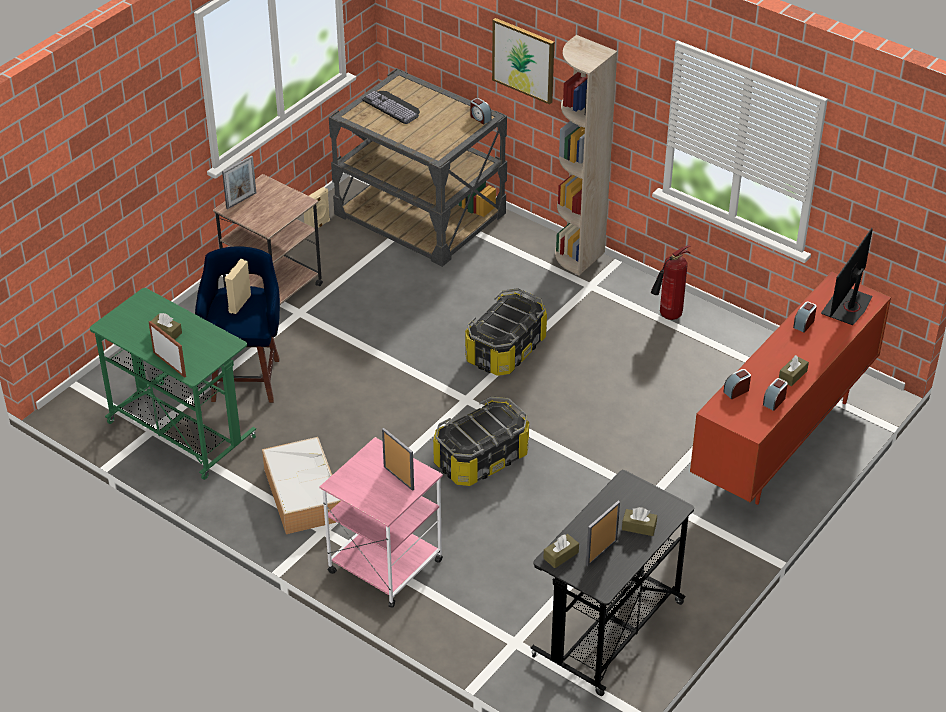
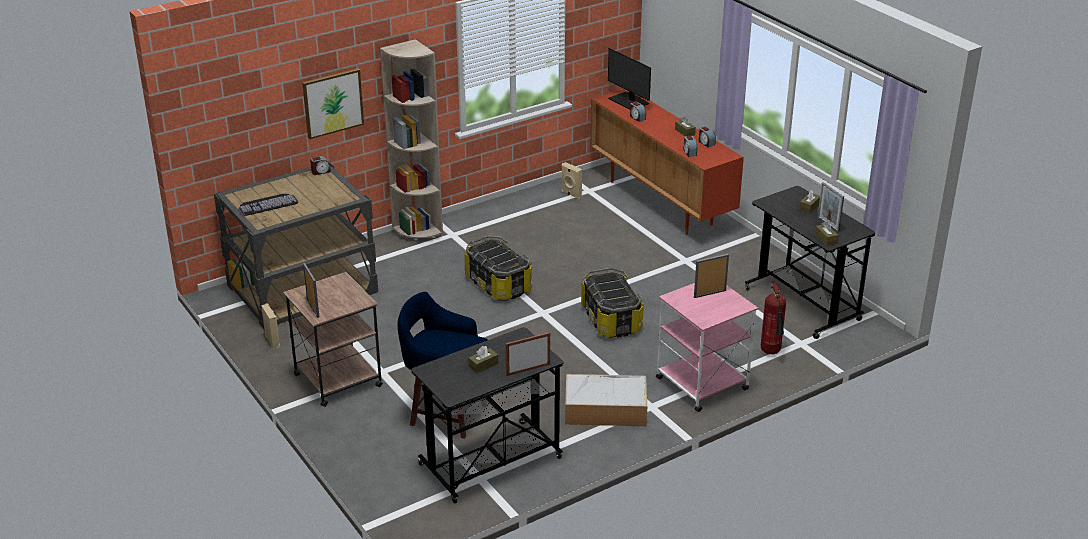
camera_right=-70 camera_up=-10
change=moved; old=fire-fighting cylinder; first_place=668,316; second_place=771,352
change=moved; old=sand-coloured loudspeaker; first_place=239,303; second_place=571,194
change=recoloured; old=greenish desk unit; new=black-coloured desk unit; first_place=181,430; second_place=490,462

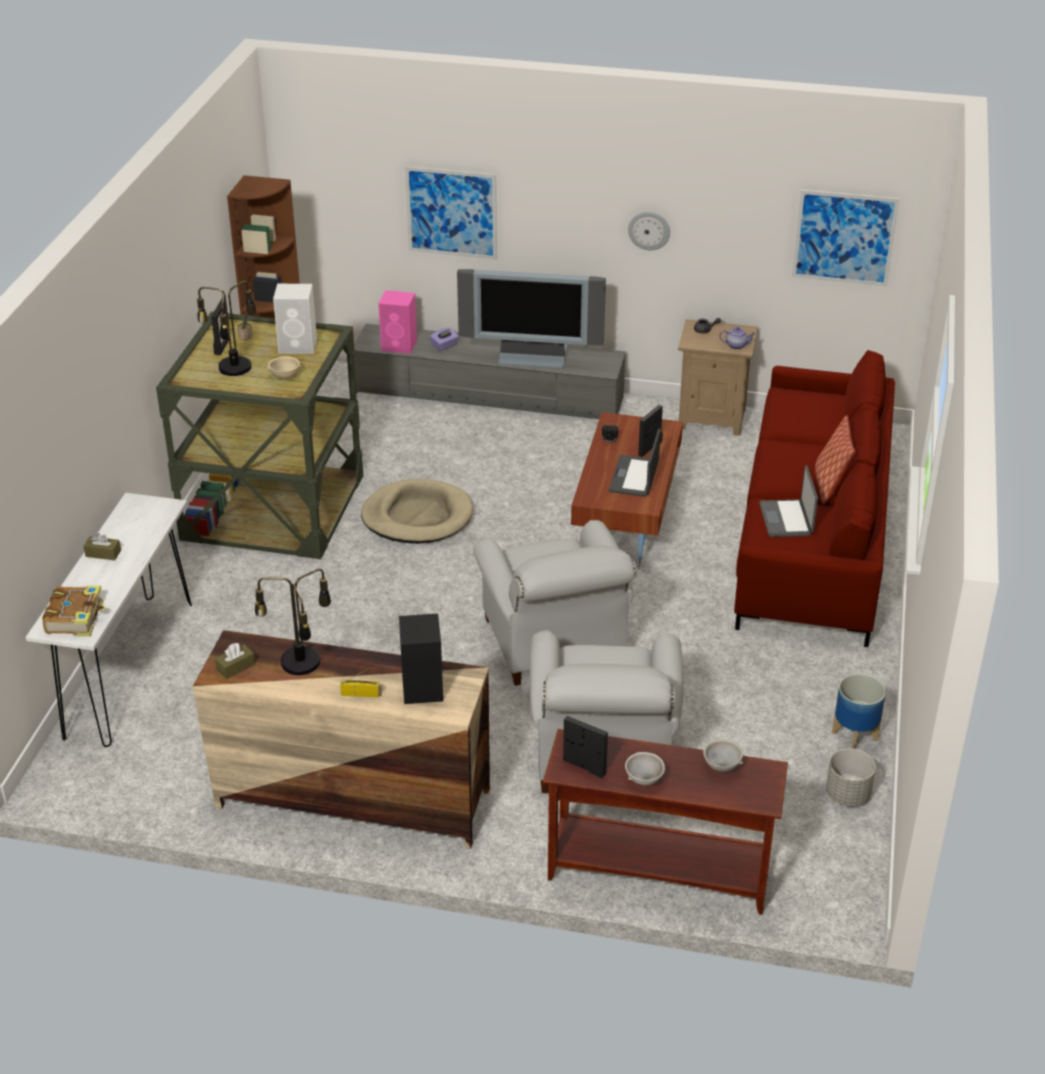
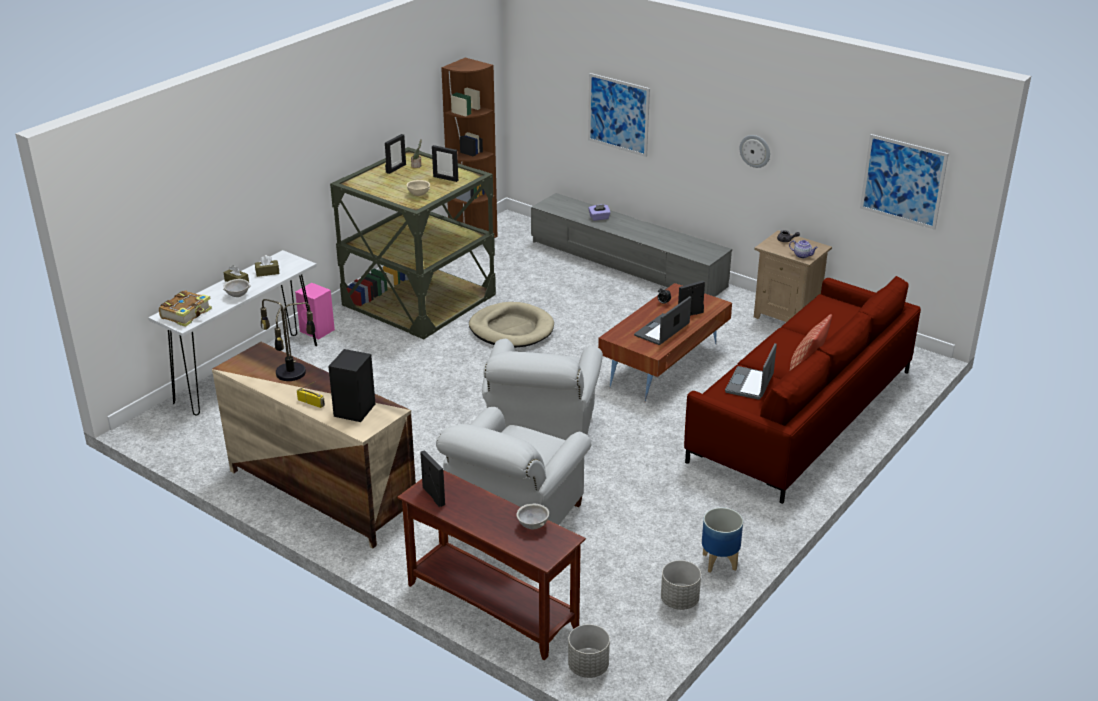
camera_right=25 camera_up=-5
change=removed; old=television; first_place=533,358
change=removed; old=tabletop lamp; first_place=234,367
change=replaced; old=whitish loudspeaker; new=standing frame; first_place=299,345; second_place=446,178
change=moved; old=pinkish loudspeaker; first_place=400,345; second_place=317,331
change=moved; old=brown tissue box; first_place=236,667; second_place=267,272
change=moved; old=greyish deep dish; first_place=644,780; second_place=238,295
change=added; new=greyish planter; second_place=588,667

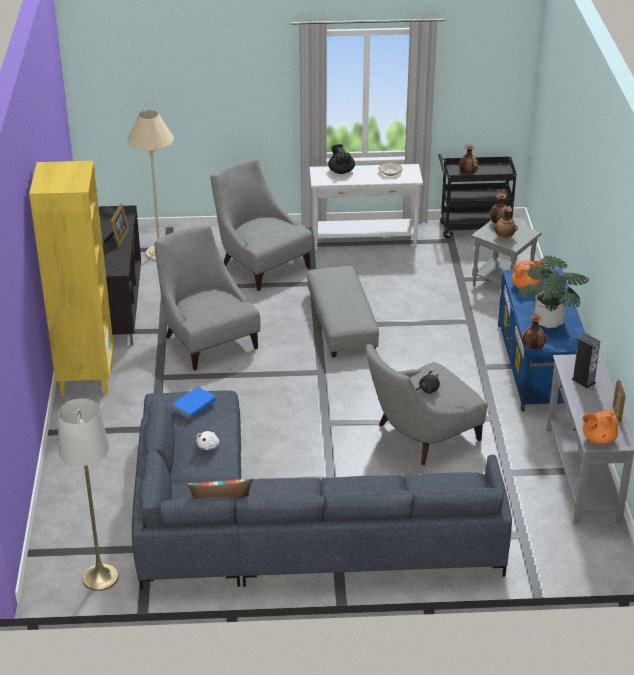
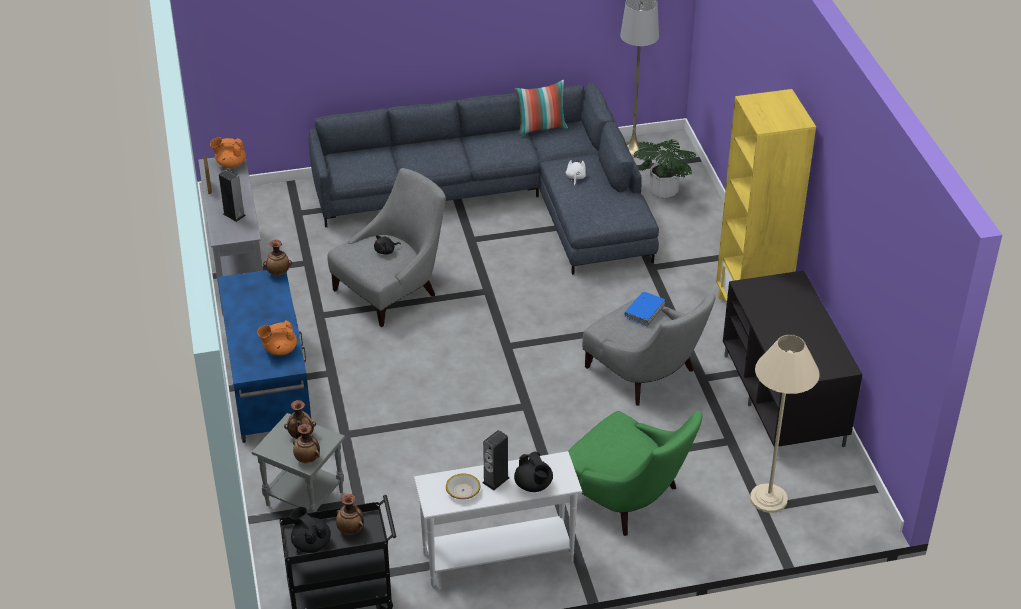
camera_right=170 camera_up=5
change=recoloured; old=greyish armchair; new=greenish armchair; first_place=260,263; second_place=628,498
change=removed; old=standing frame; first_place=118,238
change=moved; old=potted plant; first_place=548,321; second_place=663,191
change=removed; old=greyish footrest; first_place=341,322
change=moved; old=bluish book; first_place=194,406; second_place=644,312
change=turned; old=orange pot for tea; first_place=598,439; second_place=230,164; degrees=-150
change=added; new=loudspeaker; second_place=495,480
change=added; new=black-coloured pot for tea; second_place=311,543

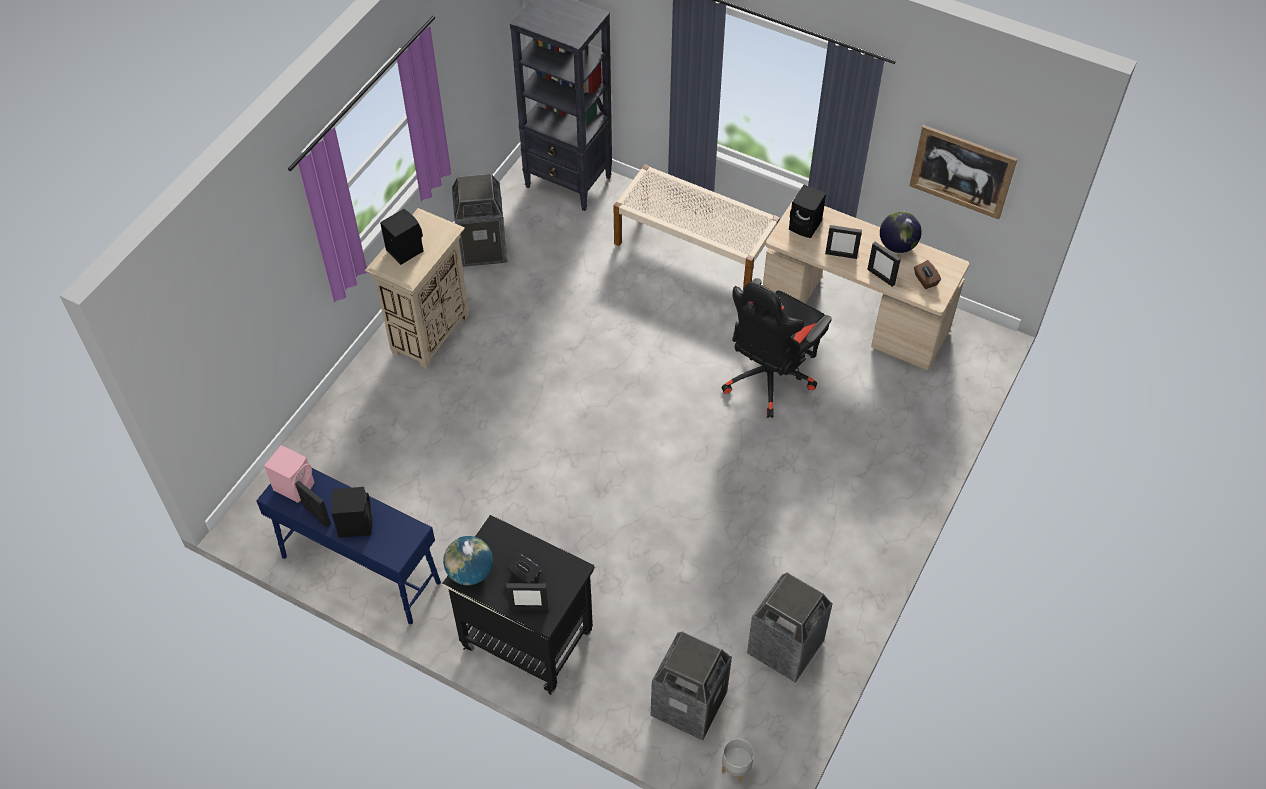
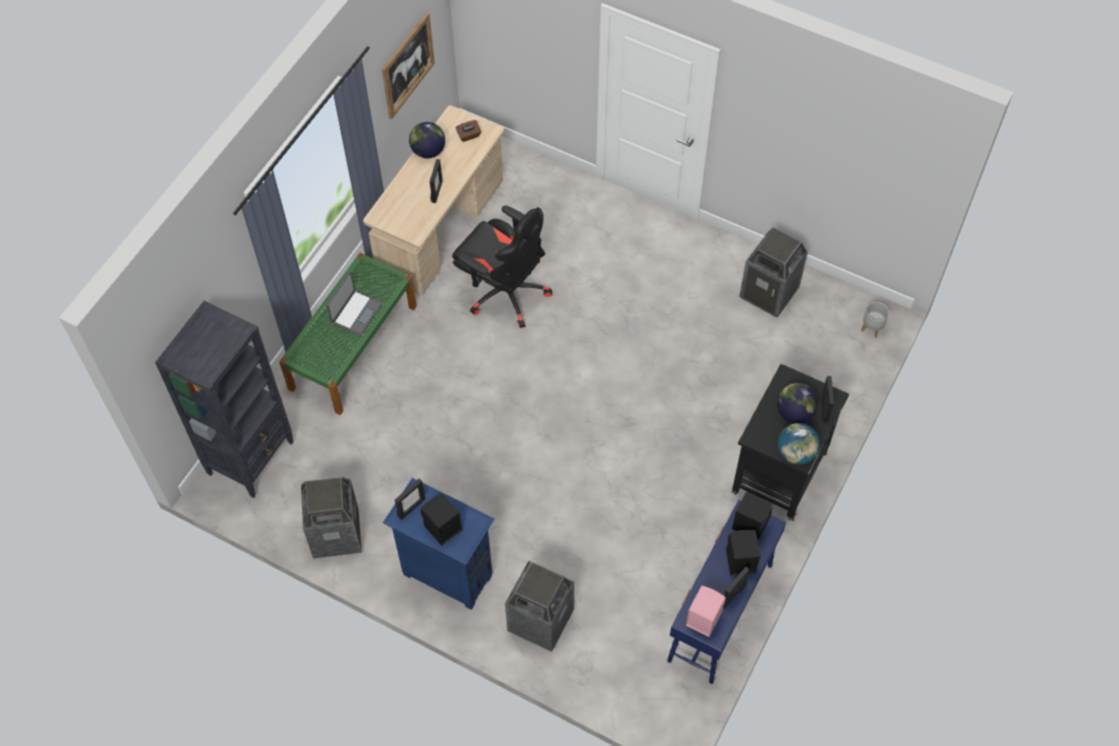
camera_right=-90 camera_up=5
change=recoloured; old=sand-coloured indoor bench; new=greenish indoor bench; first_place=694,249; second_place=352,347
change=moved; old=black-coloured loudspeaker; first_place=806,226; second_place=750,524
change=recoloured; old=sand-coloured cupboard; new=bluish cupboard; first_place=430,332; second_place=446,576
change=moved; old=standing frame; first_place=881,276; second_place=411,507
change=replaced; old=black-coloured tissue box; new=world globe; first_place=524,575; second_place=794,413
change=moved; old=rubbish bin; first_place=688,704; second_place=540,621
change=added; new=portable computer; second_place=356,313

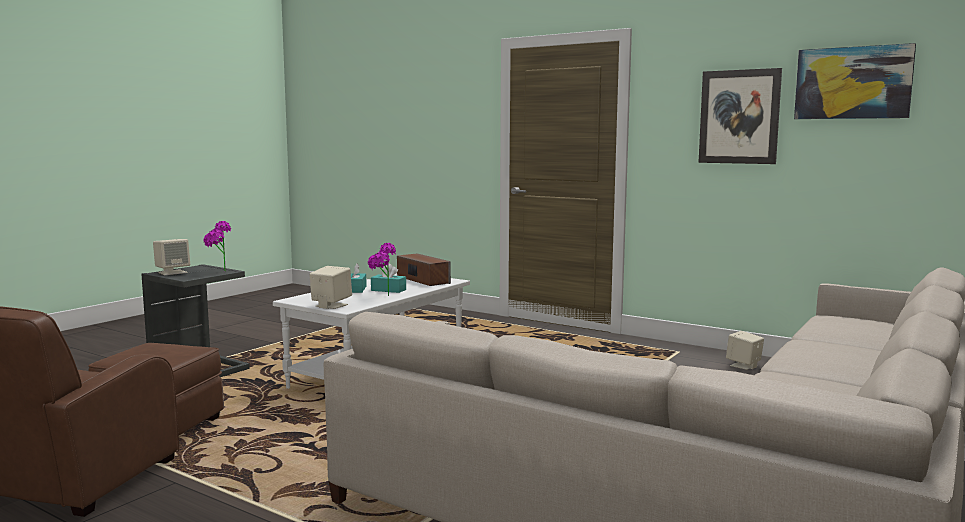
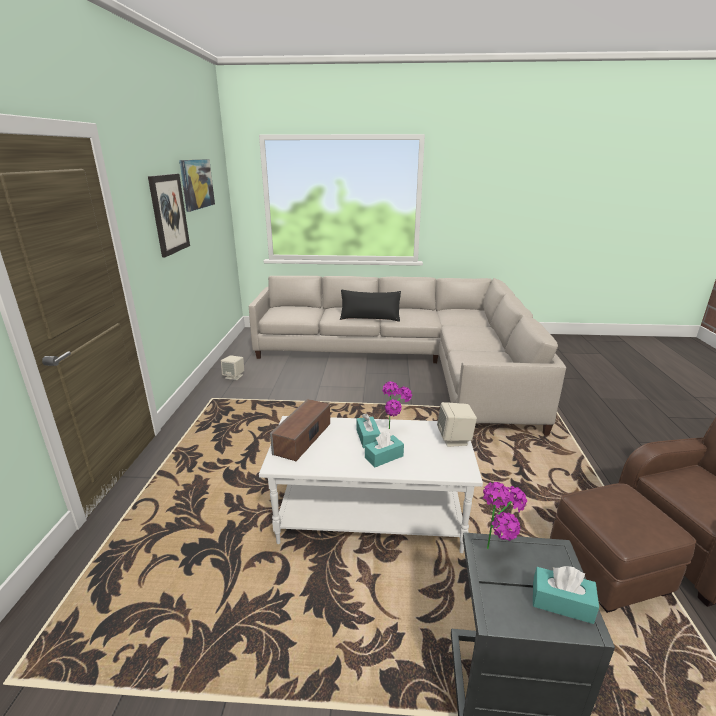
camera_right=-120 camera_up=15
change=replaced; old=sand-coloured loudspeaker; new=blue-green tissue box; first_place=172,272; second_place=562,602
change=added; new=black-coloured cushion; second_place=370,318

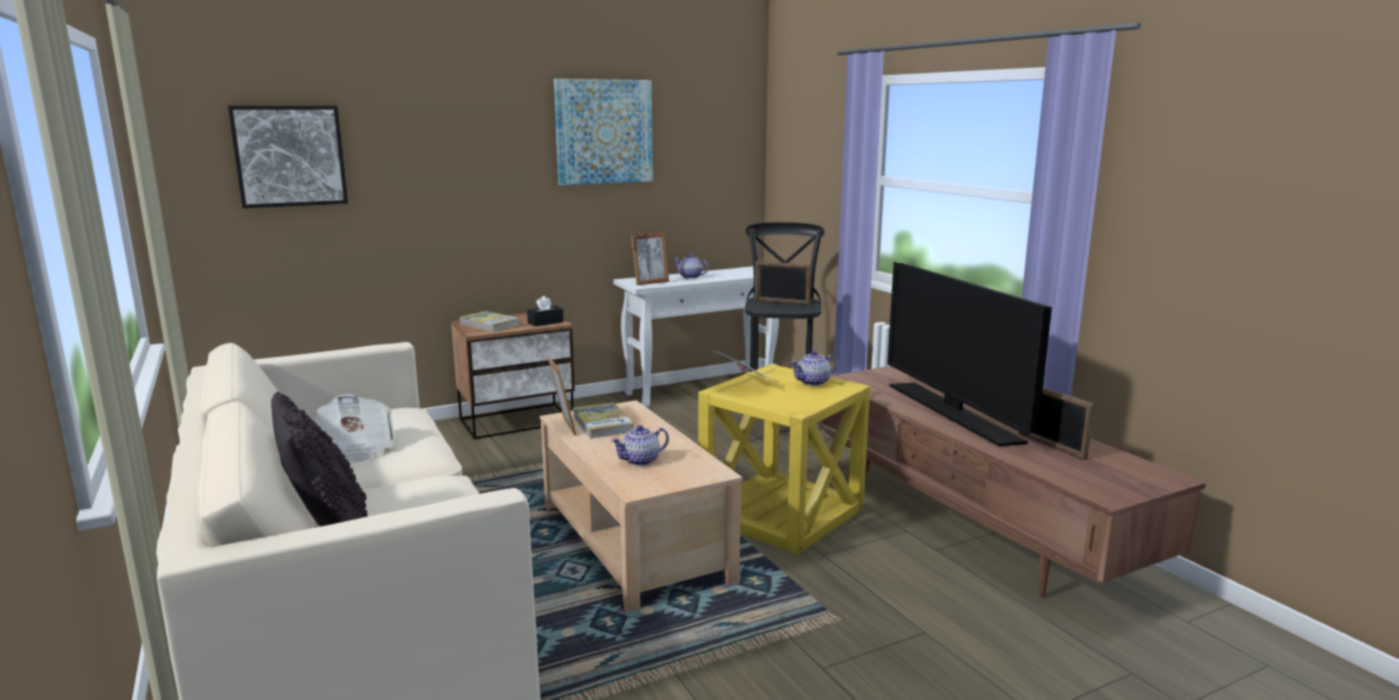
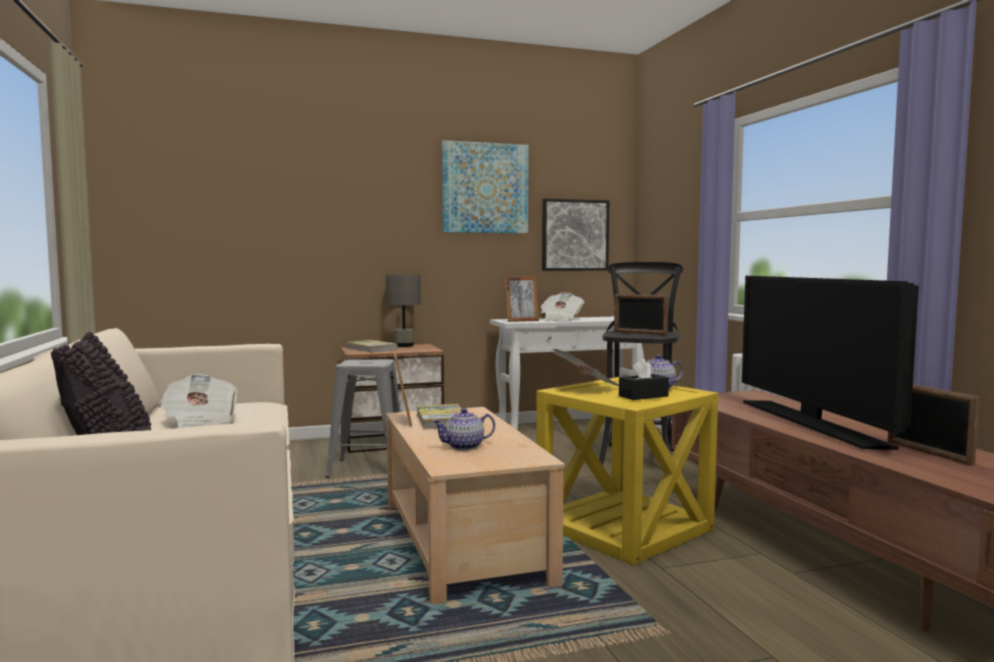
camera_right=10 camera_up=-10
change=moved; old=wall art; first_place=290,156; second_place=574,235
change=replaced; old=pot for tea; new=daily paper; first_place=690,277; second_place=560,319
change=moved; old=black-coloured tissue box; first_place=545,322; second_place=643,396
change=added; new=greyish tabletop lamp; second_place=403,345
change=added; new=greyish stool seat; second_place=367,468

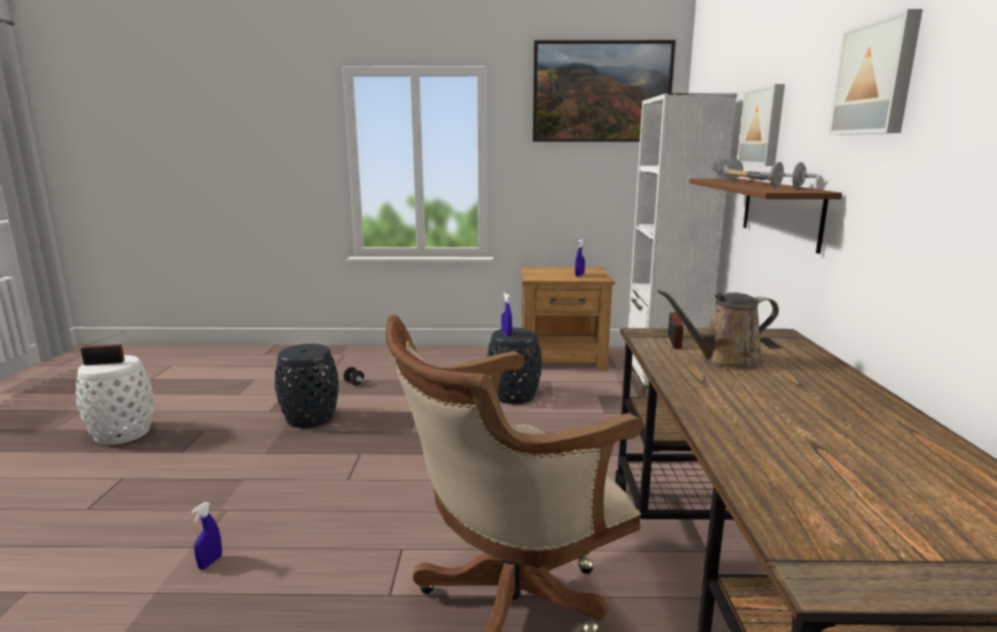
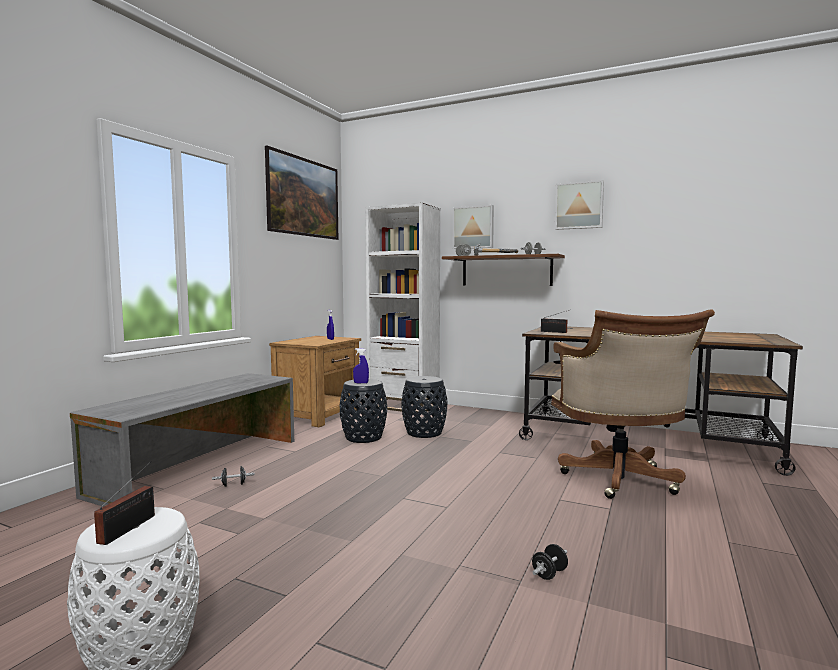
camera_right=-65 camera_up=-10
change=removed; old=brown sprinkling can; first_place=724,360
change=moved; old=black-coloured stool seat; first_place=310,418; second_place=424,433
change=replaced; old=bluish sprayer; new=black-coloured dumbbell; first_place=210,562; second_place=549,574
change=added; new=greyish indoor bench; second_place=201,464

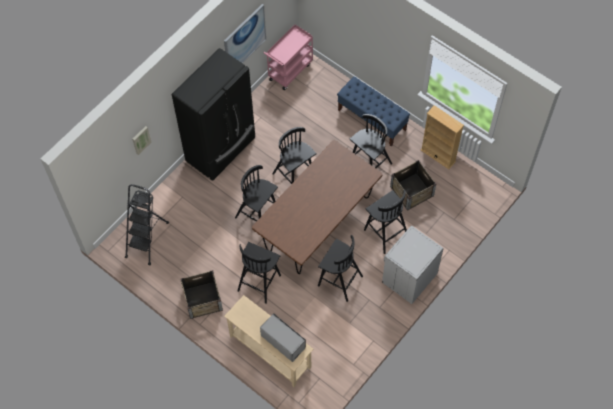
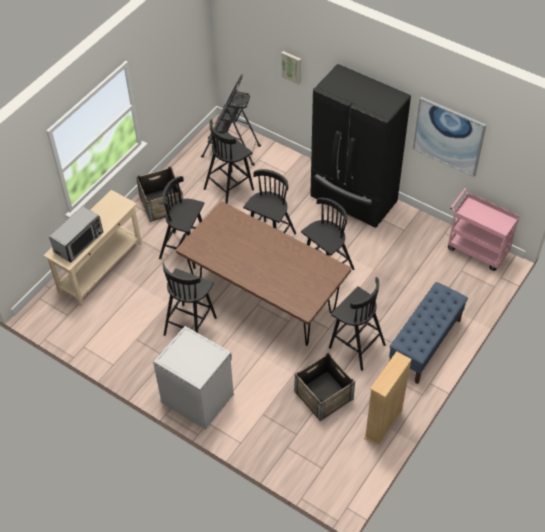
camera_right=85 camera_up=-10
change=moved; old=black-coloured stool seat; first_place=385,232; second_place=230,188

